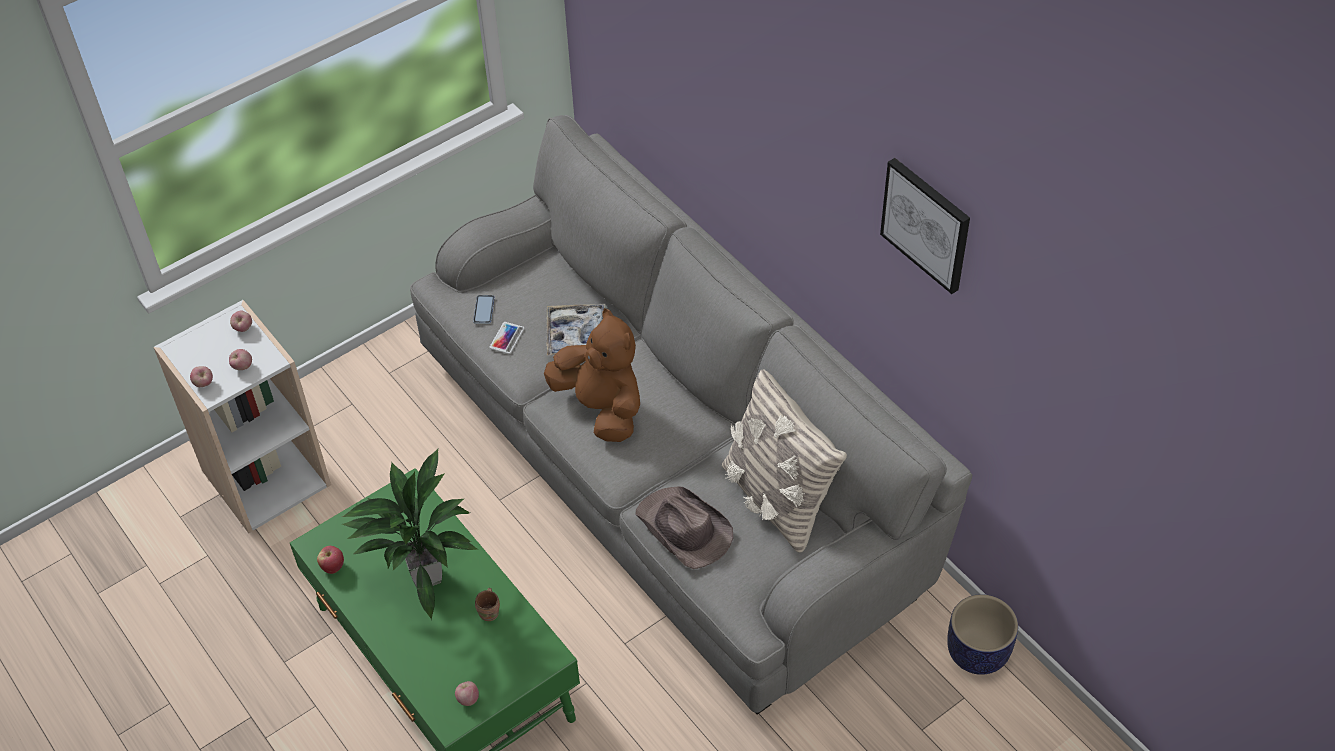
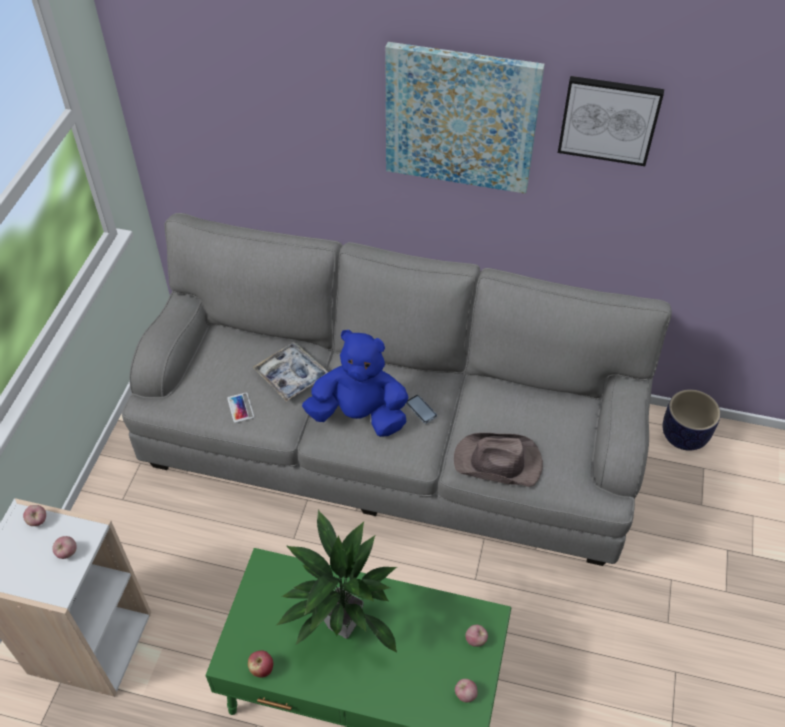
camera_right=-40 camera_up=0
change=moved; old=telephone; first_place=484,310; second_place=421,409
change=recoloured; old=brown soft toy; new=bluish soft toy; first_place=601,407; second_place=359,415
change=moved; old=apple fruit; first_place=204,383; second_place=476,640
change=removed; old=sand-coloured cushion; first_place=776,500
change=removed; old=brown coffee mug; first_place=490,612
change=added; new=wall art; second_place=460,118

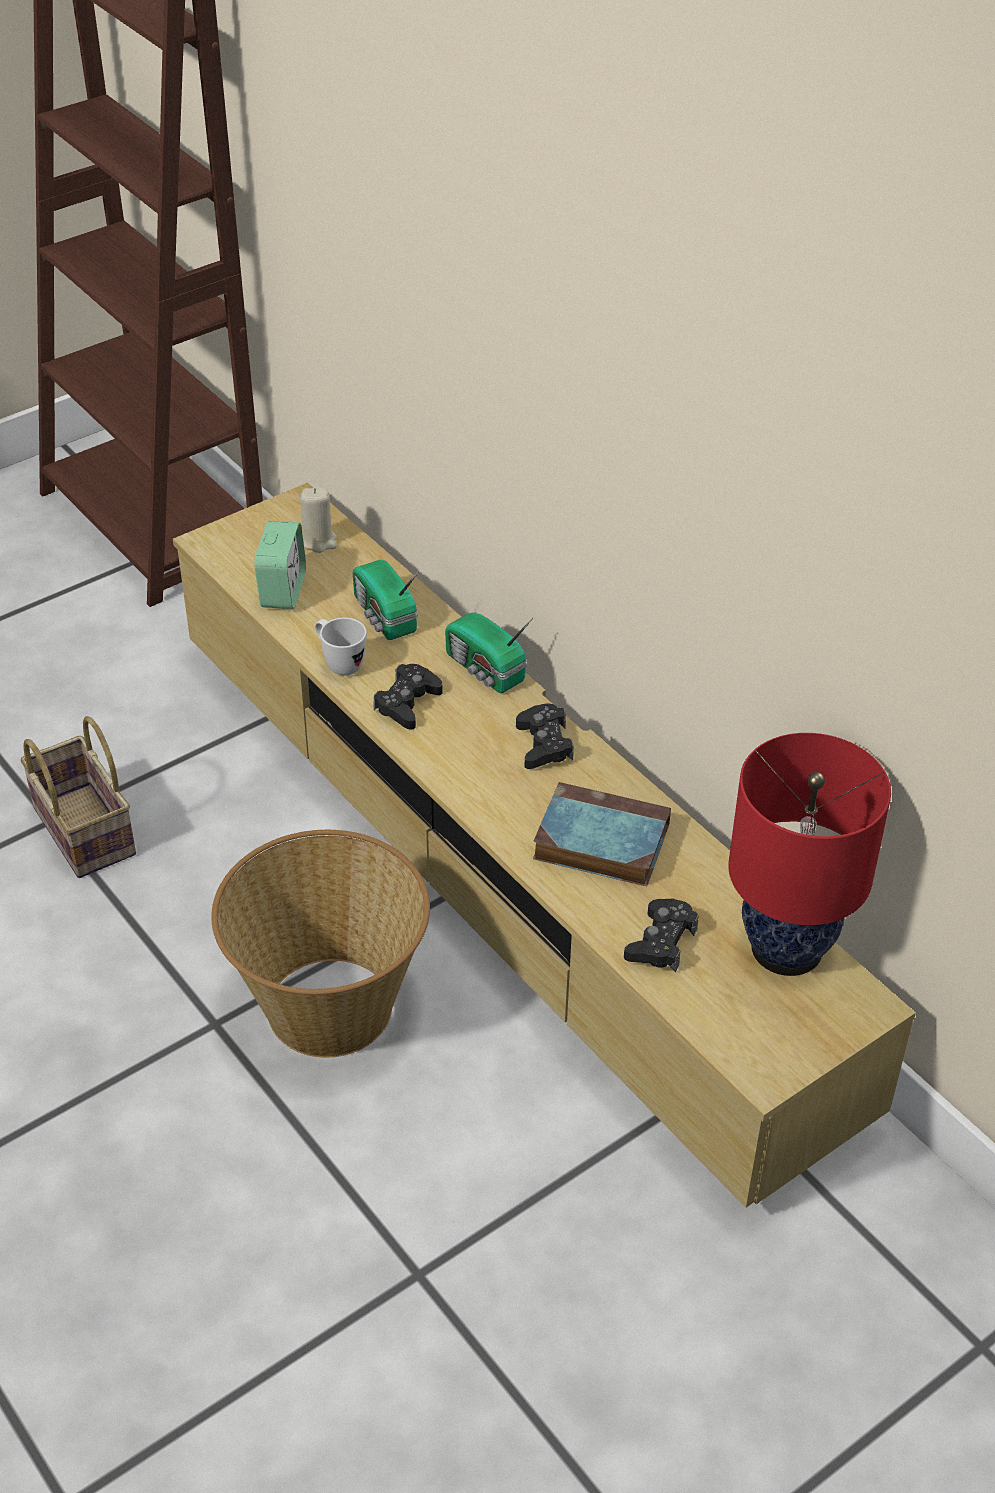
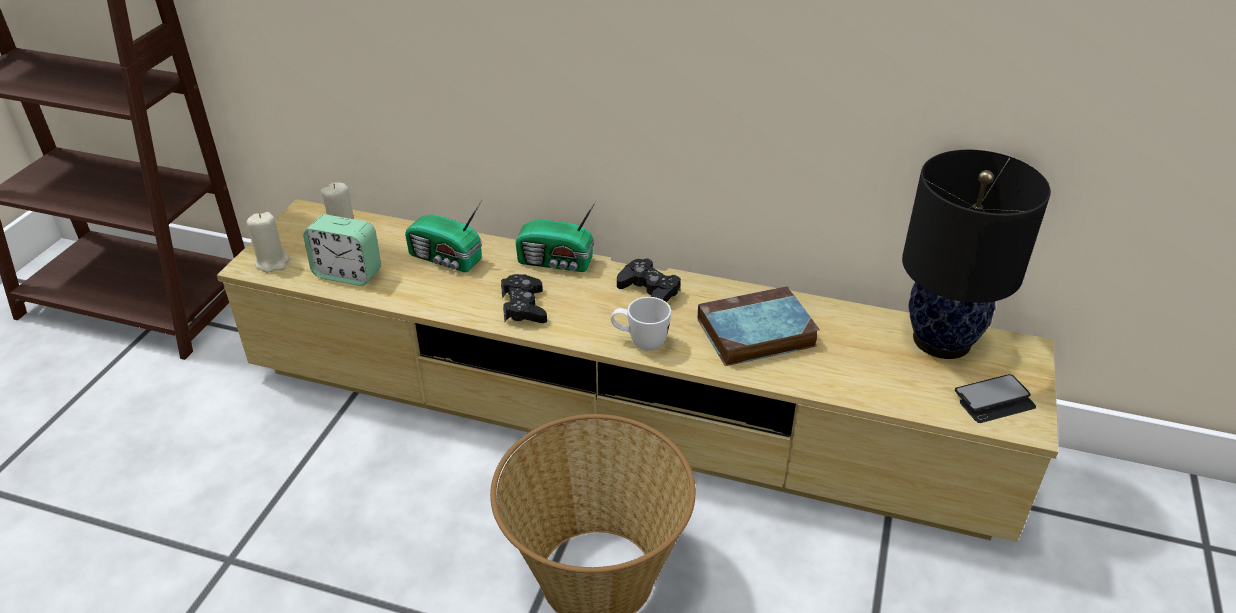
camera_right=-35 camera_up=-5
change=turned; old=bedside clock; first_place=283,591; second_place=348,274; degrees=135
change=moved; old=whitish coffee mug; first_place=339,663; second_place=640,342
change=removed; old=basket; first_place=80,830
change=recoloured; old=red tabletop lamp; new=black-coloured tabletop lamp; first_place=787,948; second_place=942,340
change=removed; old=black-coloured gamepad; first_place=661,942
change=added; new=sand-coloured wax light; second_place=272,262
change=added; new=telephone; second_place=994,400

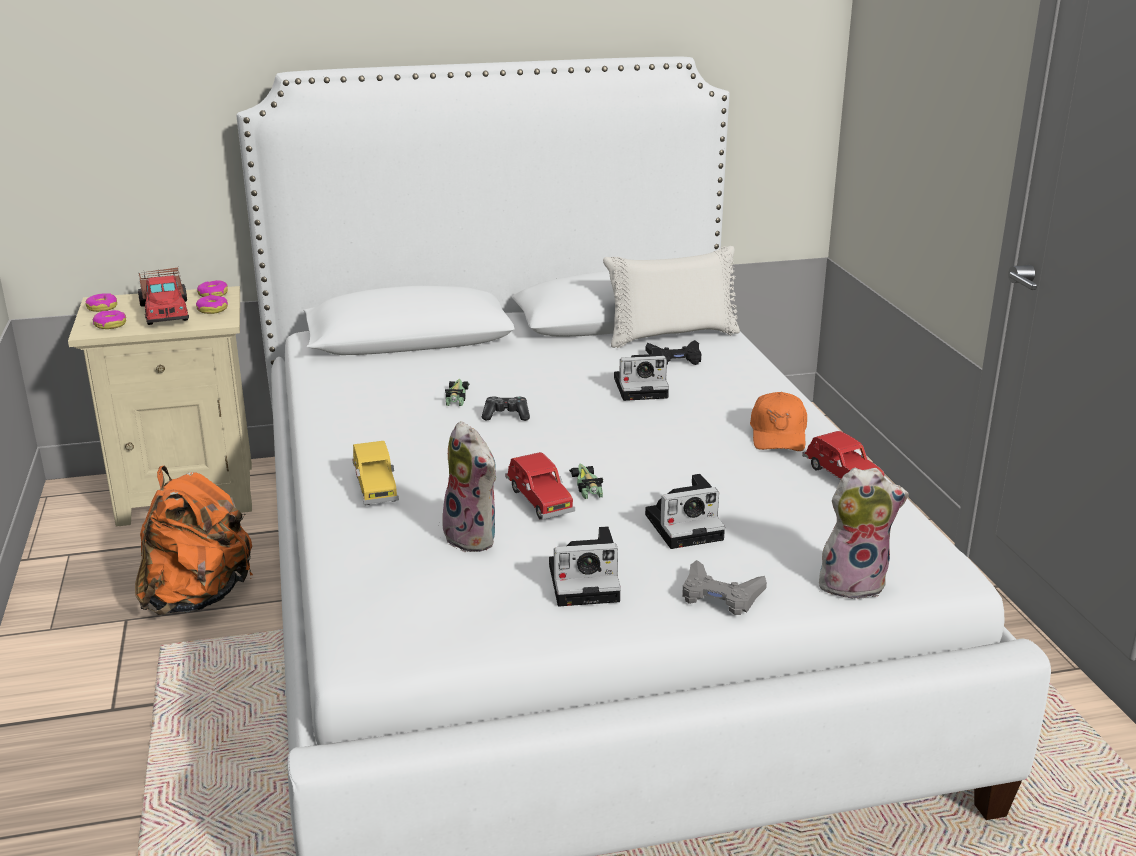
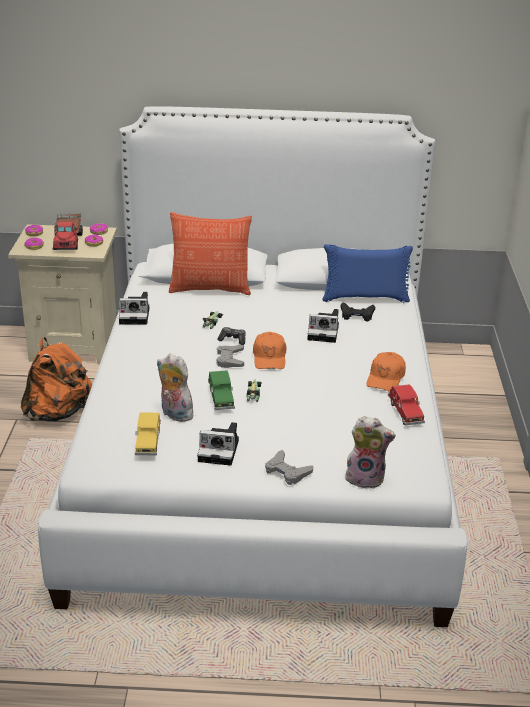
camera_right=15 camera_up=5
change=recoloured; old=whitish cushion; new=bluish cushion; first_place=671,336; second_place=365,298
change=turned; old=soft toy; first_place=475,537; second_place=174,414; degrees=150
change=moved; old=yellowish miniature car; first_place=375,487; second_place=148,442
change=recoloured; old=red miniature car; new=greenish miniature car; first_place=539,500; second_place=220,398
change=moved; old=still camera; first_place=686,526; second_place=136,315
change=added; new=orange cushion; second_place=210,289
change=added; new=orange peaked cap; second_place=269,358
change=added; new=greyish gamepad; second_place=230,359

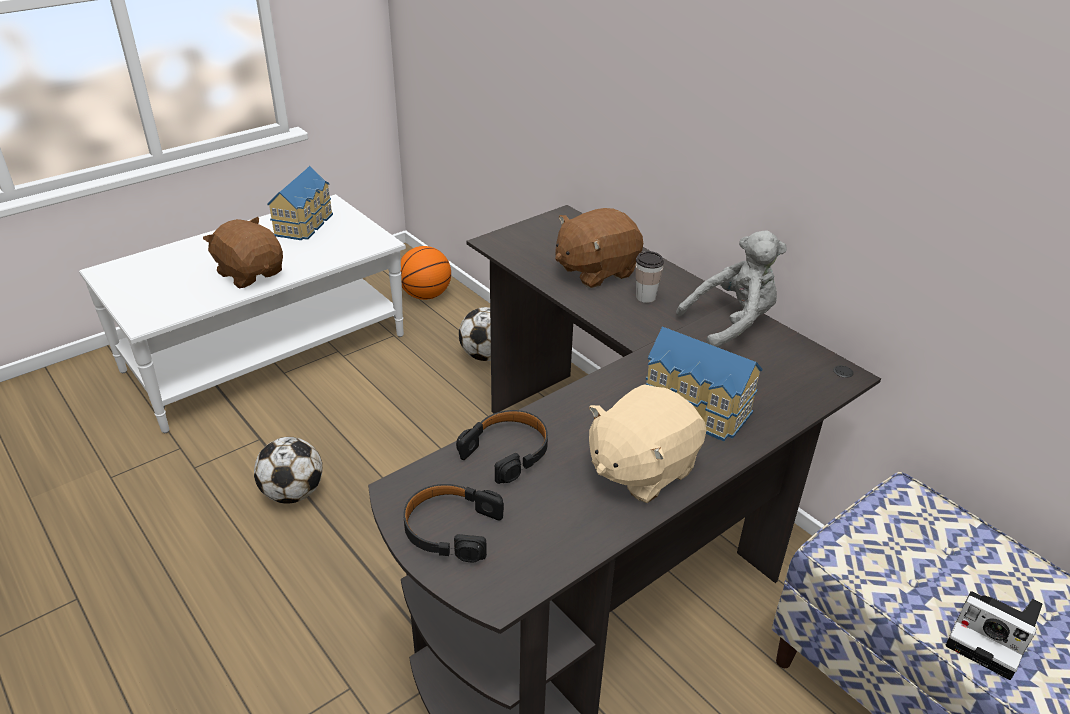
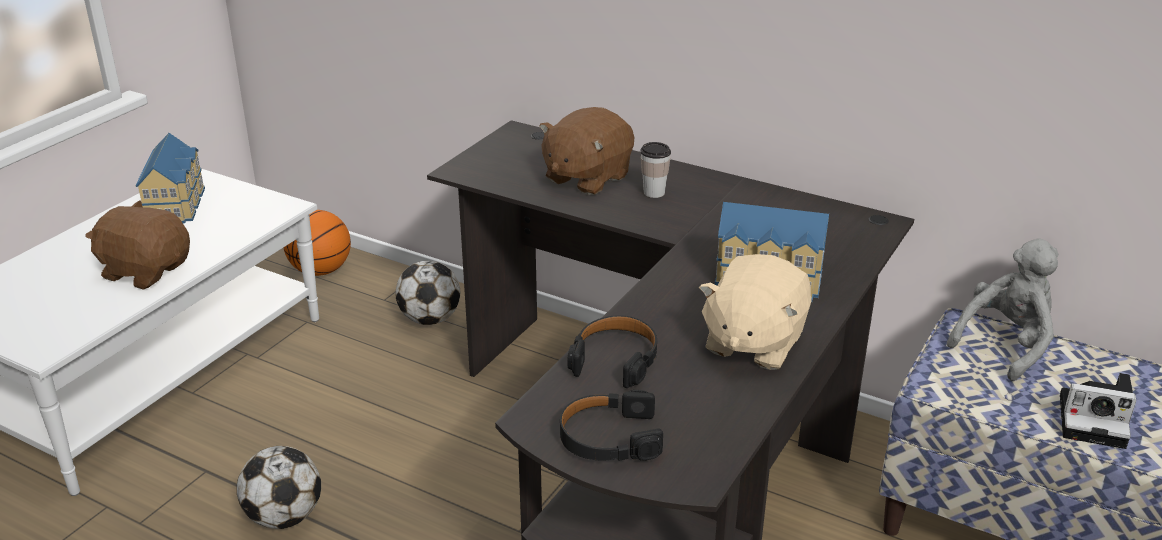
camera_right=-20 camera_up=-5
change=moved; old=greyish soft toy; first_place=732,324; second_place=1005,344

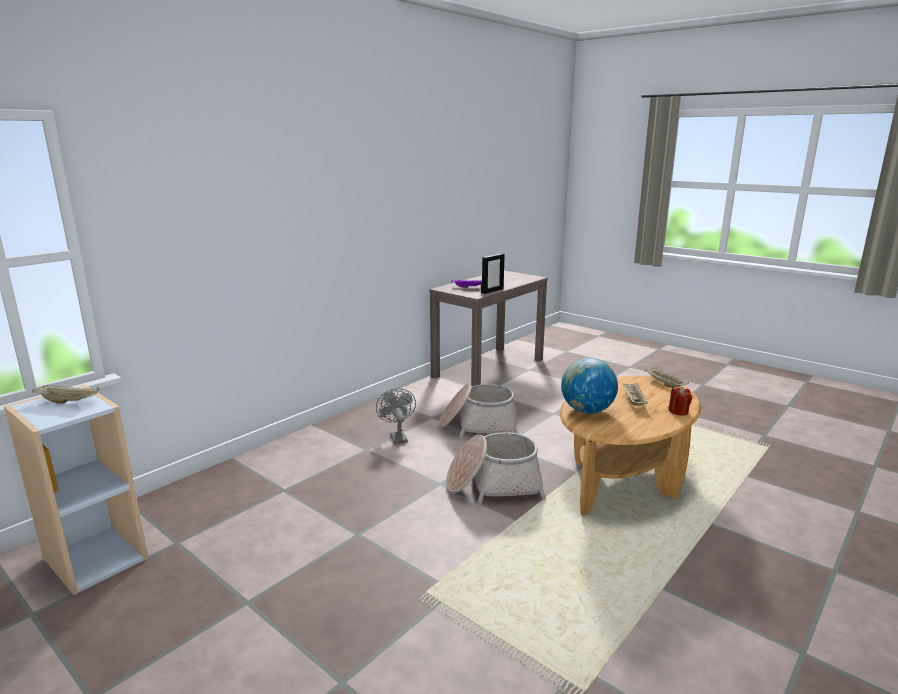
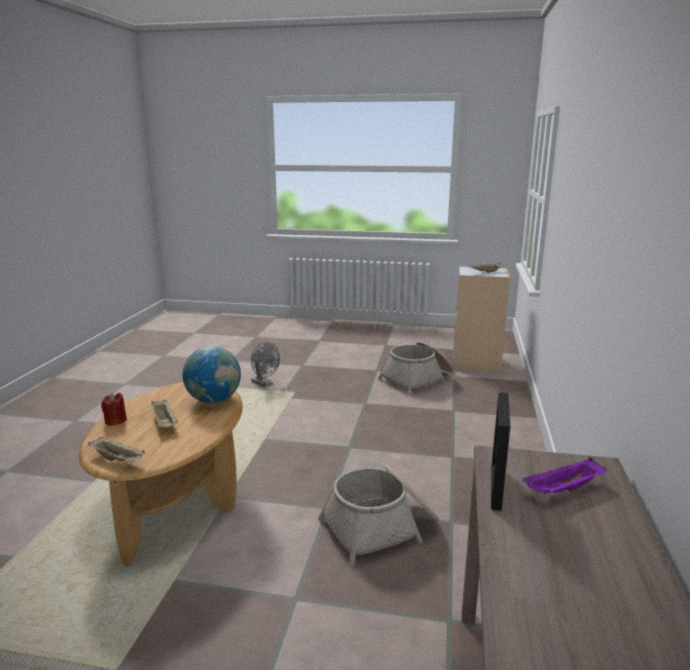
camera_right=150 camera_up=0
change=moved; old=greyish cooling fan; first_place=397,436; second_place=264,384
change=moved; old=basket; first_place=494,484; second_place=418,380

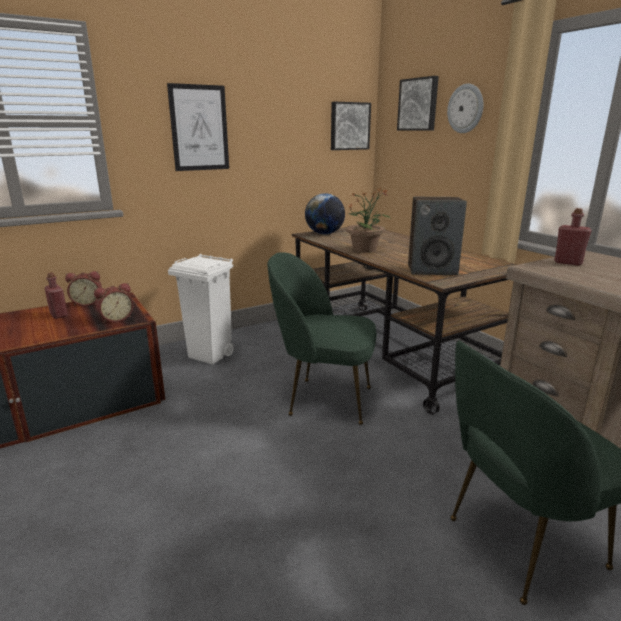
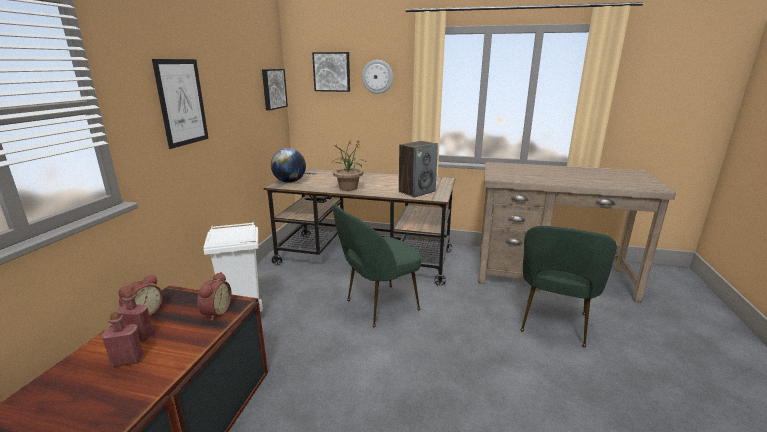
camera_right=-45 camera_up=0
change=moved; old=red beverage bottle; first_place=568,262; second_place=127,360

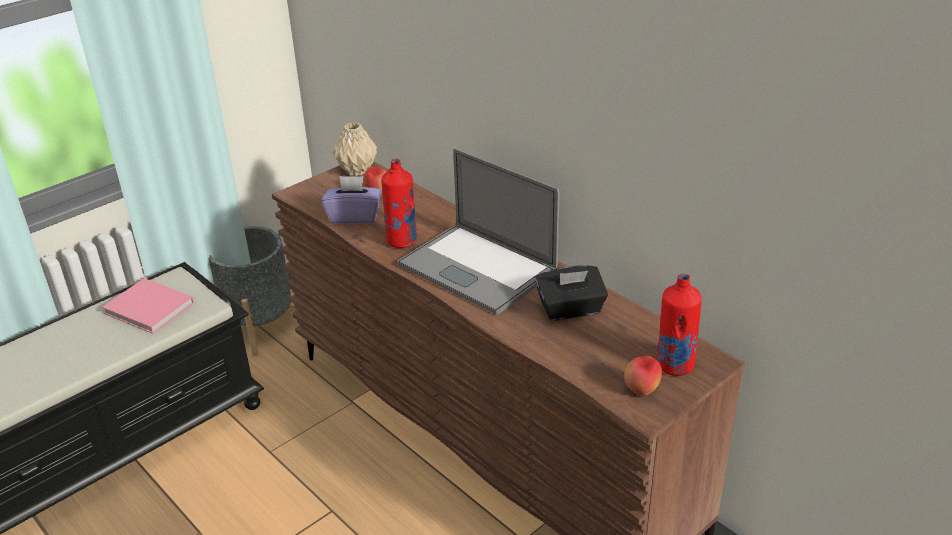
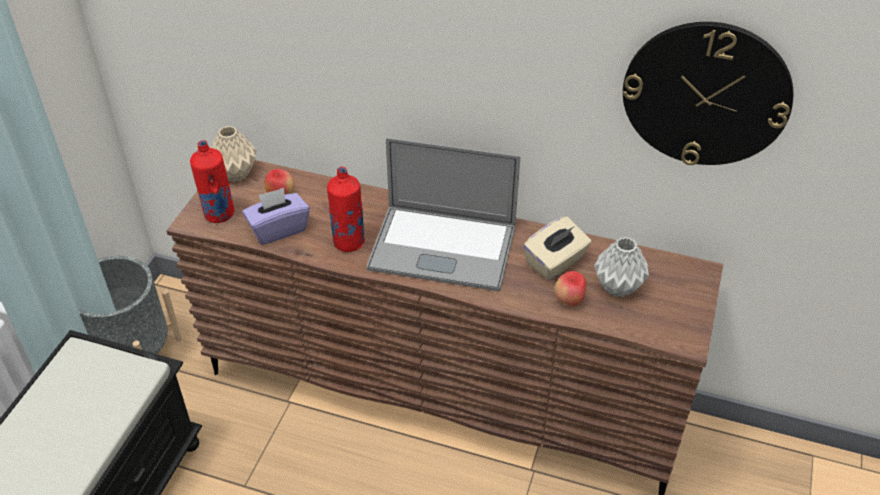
camera_right=-30 camera_up=10
change=recoloured; old=black-coloured tissue box; new=sand-coloured tissue box; first_place=570,309; second_place=555,262
change=moved; old=red beverage bottle; first_place=674,365; second_place=218,214
change=removed; old=pinkish book; first_place=151,309
change=moved; old=apple fruit; first_place=641,390; second_place=569,301
change=added; new=wall clock; second_place=706,94
change=added; new=greyish decorative vase; second_place=618,287

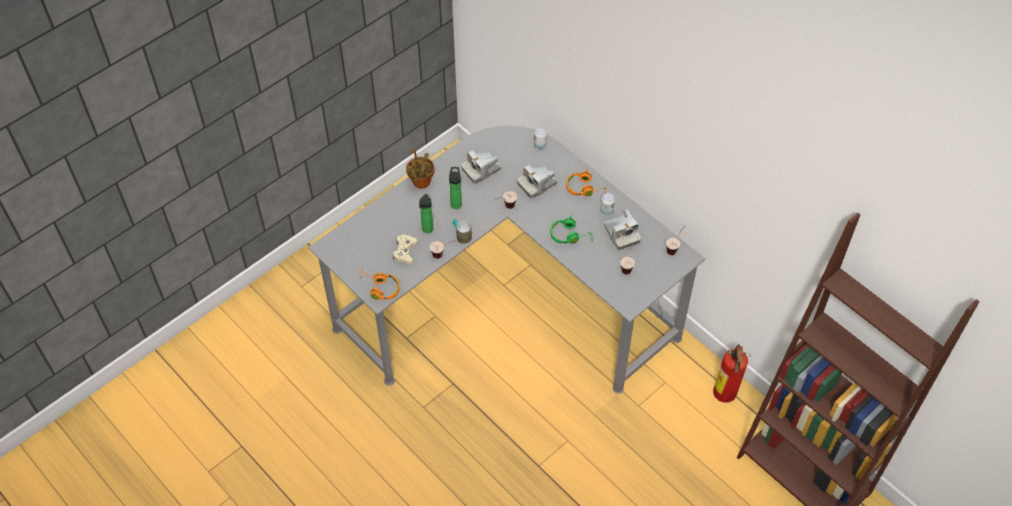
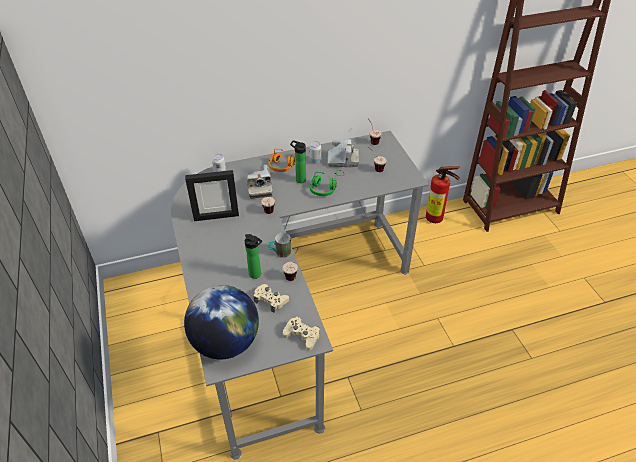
camera_right=-65 camera_up=-10
change=removed; old=potted plant; first_place=421,183
change=replaced; old=still camera; new=standing frame; first_place=481,170; second_place=216,216
change=moved; old=beverage bottle; first_place=456,203; second_place=299,179
change=replaced; old=orange headset; new=sand-coloured gamepad; first_place=379,287; second_place=302,335
change=added; new=world globe; second_place=226,342

